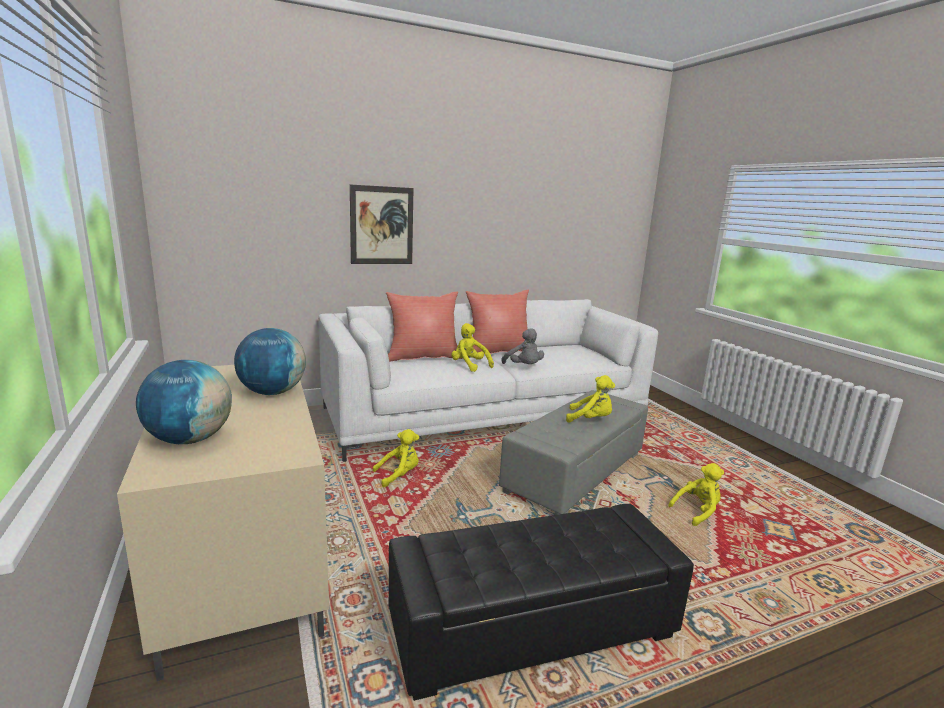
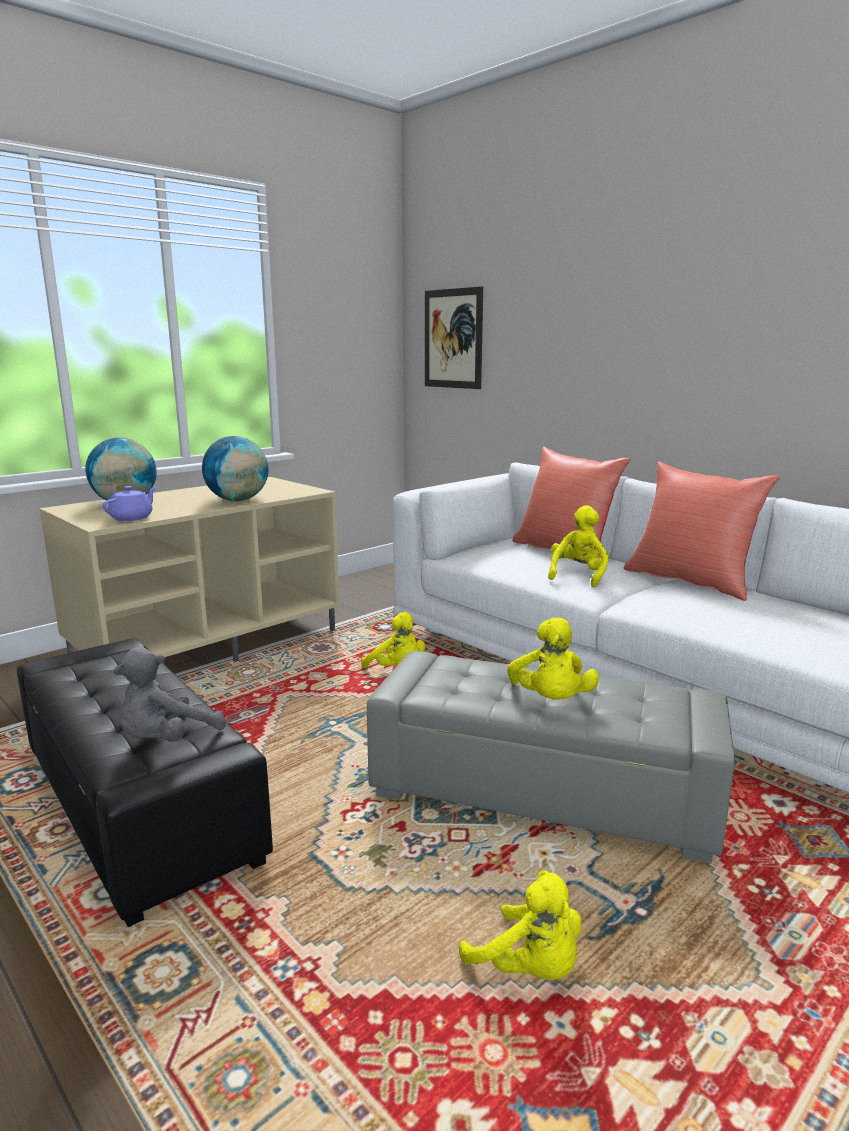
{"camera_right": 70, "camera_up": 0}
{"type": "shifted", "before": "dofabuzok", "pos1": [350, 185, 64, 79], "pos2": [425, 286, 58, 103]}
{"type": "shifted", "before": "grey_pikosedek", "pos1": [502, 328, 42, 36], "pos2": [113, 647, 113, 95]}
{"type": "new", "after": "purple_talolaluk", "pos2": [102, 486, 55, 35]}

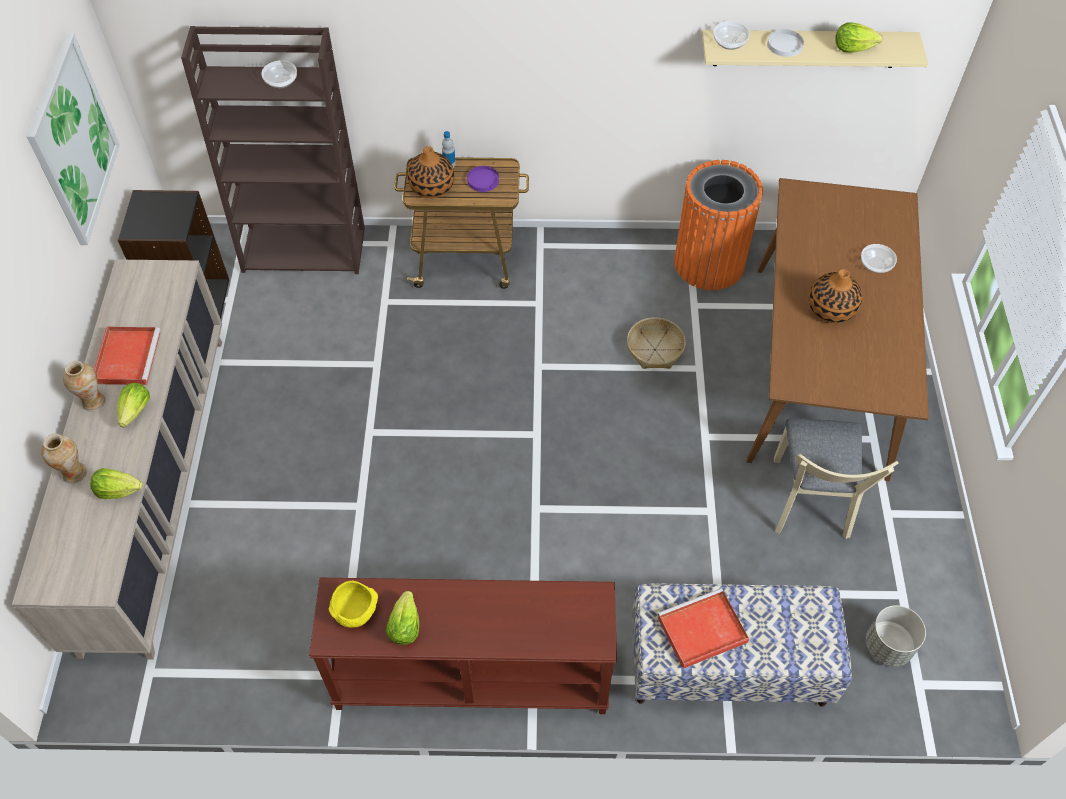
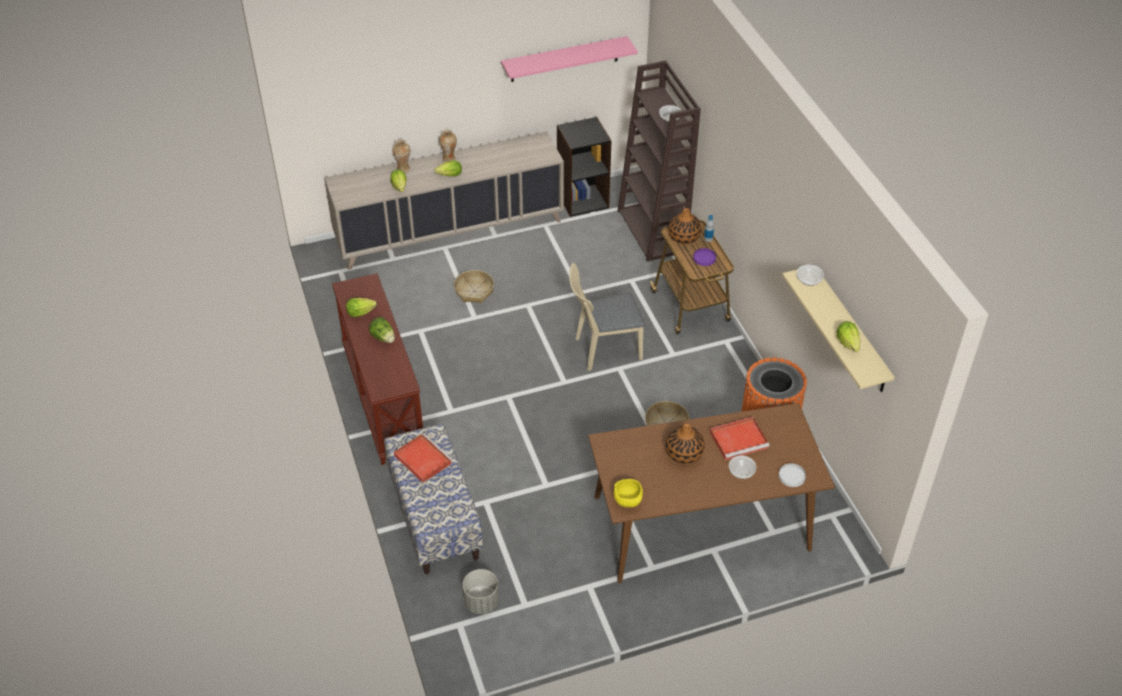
{"camera_right": 70, "camera_up": -10}
{"type": "swapped", "before": "dofabuzok", "after": "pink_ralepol", "pos1": [26, 33, 94, 212], "pos2": [501, 36, 137, 46]}
{"type": "shifted", "before": "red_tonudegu", "pos1": [94, 327, 66, 58], "pos2": [710, 417, 60, 43]}
{"type": "shifted", "before": "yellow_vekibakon", "pos1": [329, 581, 49, 47], "pos2": [613, 479, 30, 28]}
{"type": "shifted", "before": "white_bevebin", "pos1": [767, 29, 37, 28], "pos2": [779, 463, 27, 24]}
{"type": "shifted", "before": "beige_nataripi", "pos1": [774, 418, 124, 121], "pos2": [570, 263, 75, 108]}
{"type": "new", "after": "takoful", "pos2": [369, 317, 26, 26]}
{"type": "new", "after": "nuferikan", "pos2": [454, 270, 40, 33]}

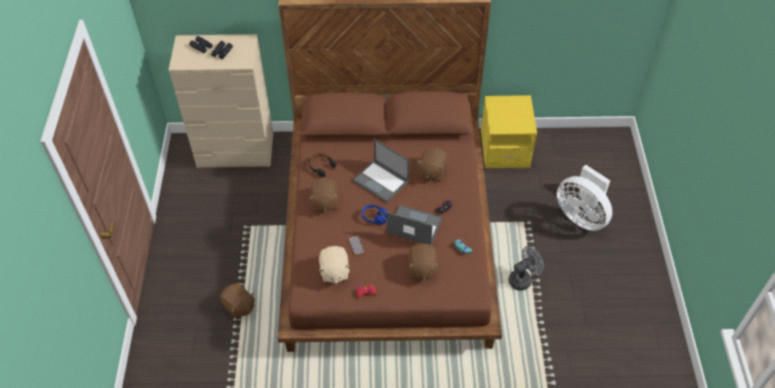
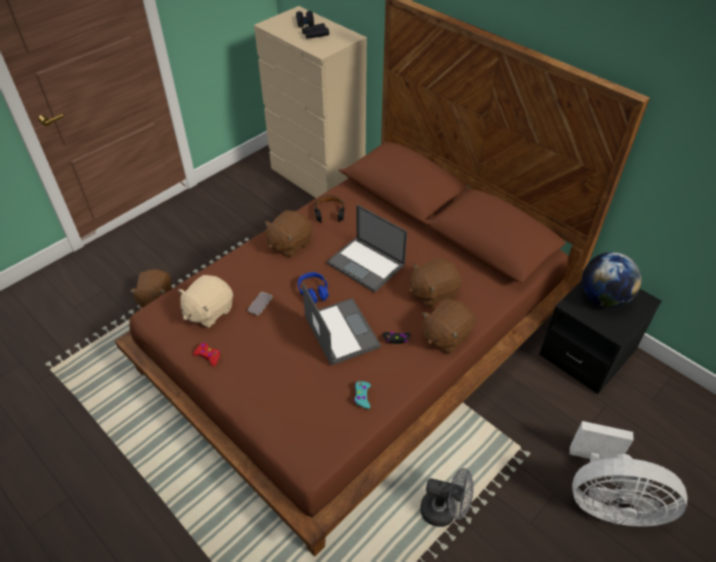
{"camera_right": 45, "camera_up": -5}
{"type": "rotated", "before": "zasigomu", "pos1": [353, 139, 56, 64], "pos2": [327, 205, 80, 88], "turn": -45}
{"type": "shifted", "before": "brown_pikosedek", "pos1": [408, 243, 32, 38], "pos2": [422, 299, 53, 55]}
{"type": "repainted", "before": "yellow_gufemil", "after": "black_gufemil", "pos1": [481, 95, 56, 73], "pos2": [539, 281, 123, 113]}
{"type": "rotated", "before": "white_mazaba", "pos1": [557, 165, 55, 66], "pos2": [570, 421, 118, 106], "turn": -75}
{"type": "new", "after": "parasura", "pos2": [582, 252, 59, 56]}

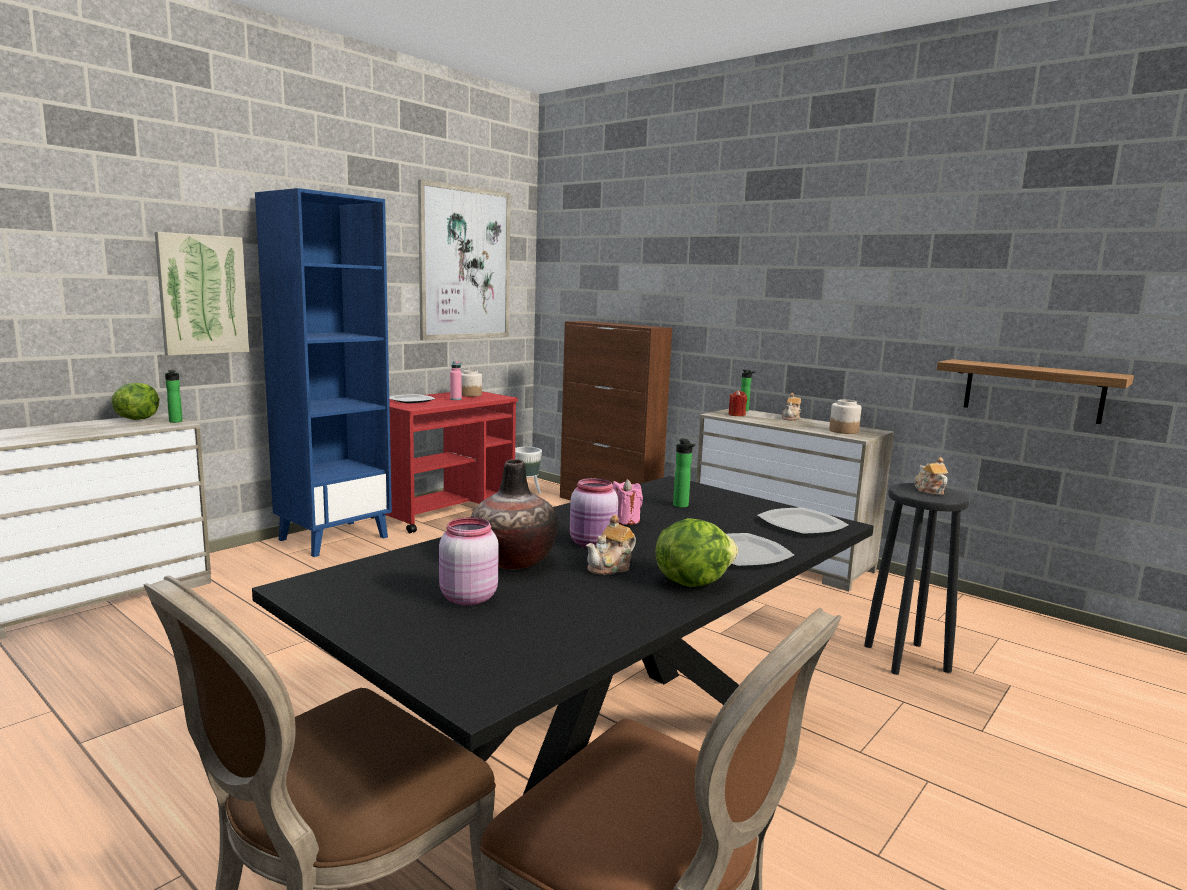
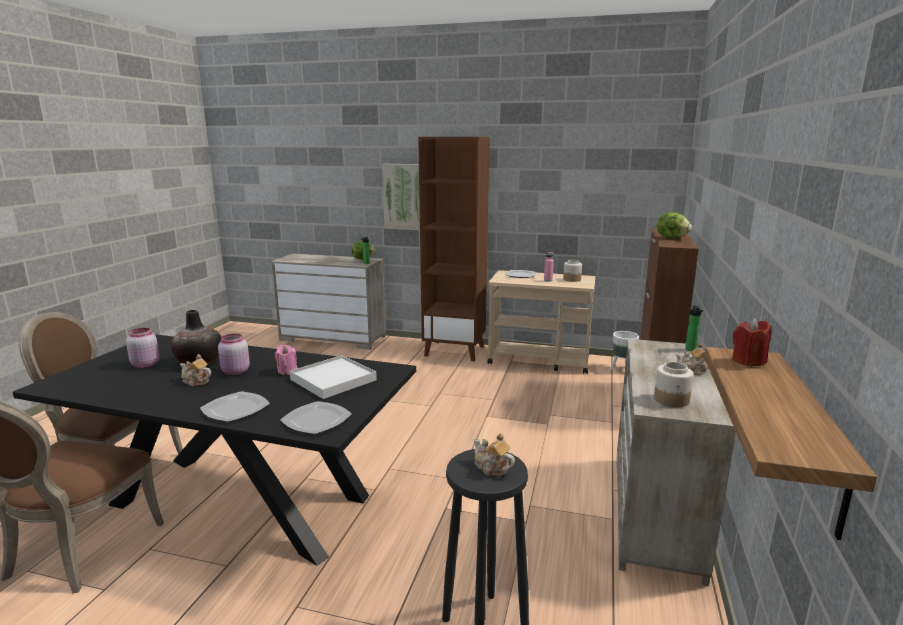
{"camera_right": 65, "camera_up": 5}
{"type": "repainted", "before": "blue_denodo", "after": "brown_denodo", "pos1": [255, 188, 137, 369], "pos2": [418, 137, 71, 224]}
{"type": "repainted", "before": "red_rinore", "after": "beige_rinore", "pos1": [371, 391, 147, 142], "pos2": [487, 270, 109, 104]}
{"type": "gone", "before": "dofabuzok", "pos1": [418, 179, 92, 161]}
{"type": "shifted", "before": "takoful", "pos1": [656, 518, 82, 69], "pos2": [657, 212, 35, 27]}
{"type": "swapped", "before": "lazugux", "after": "white_tonudegu", "pos1": [673, 438, 22, 70], "pos2": [290, 355, 87, 44]}
{"type": "shifted", "before": "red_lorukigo", "pos1": [728, 390, 19, 26], "pos2": [732, 318, 40, 48]}
{"type": "rotated", "before": "talolaluk", "pos1": [915, 457, 33, 38], "pos2": [474, 433, 41, 43], "turn": -105}

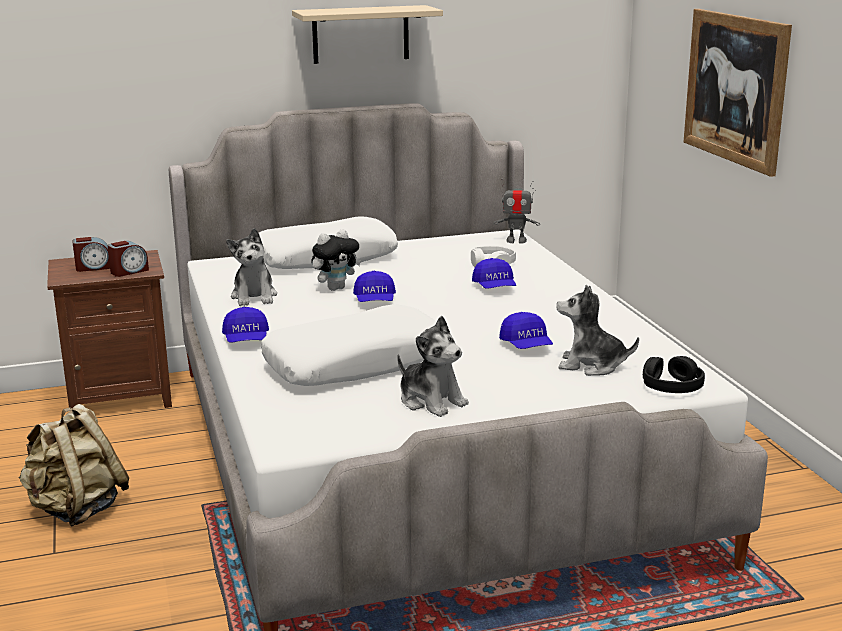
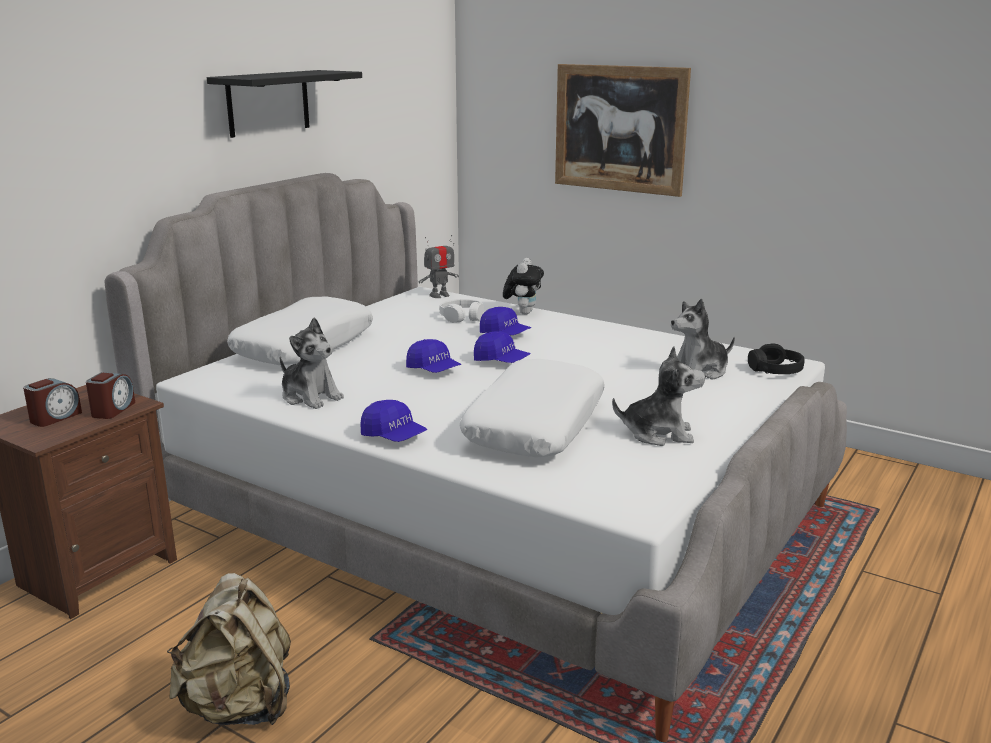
{"camera_right": -40, "camera_up": 0}
{"type": "repainted", "before": "beige_ralepol", "after": "black_ralepol", "pos1": [292, 5, 151, 59], "pos2": [207, 70, 155, 68]}
{"type": "shifted", "before": "pikosedek", "pos1": [311, 229, 50, 62], "pos2": [503, 258, 41, 57]}
{"type": "shifted", "before": "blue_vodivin", "pos1": [499, 312, 54, 37], "pos2": [474, 331, 57, 32]}

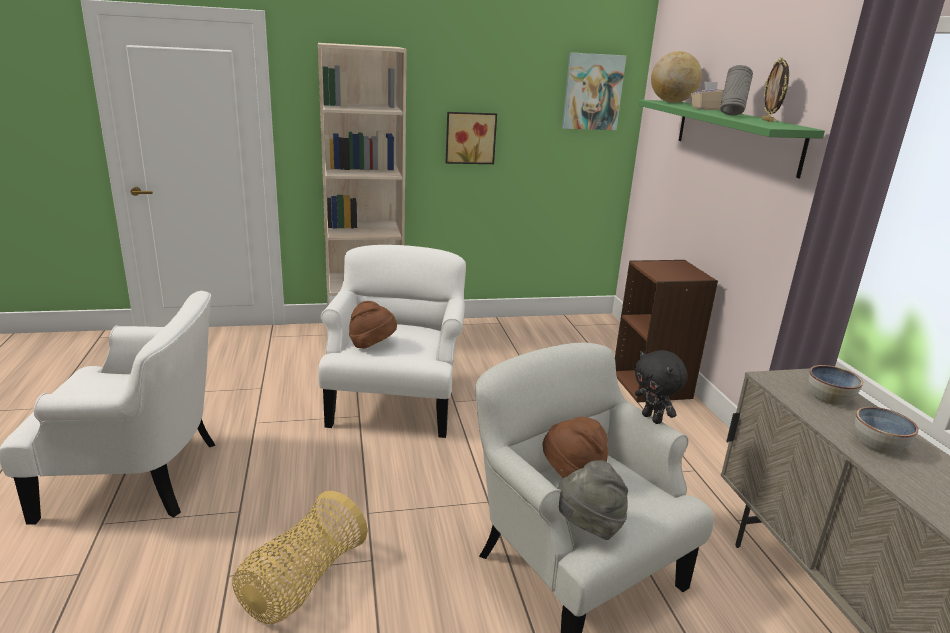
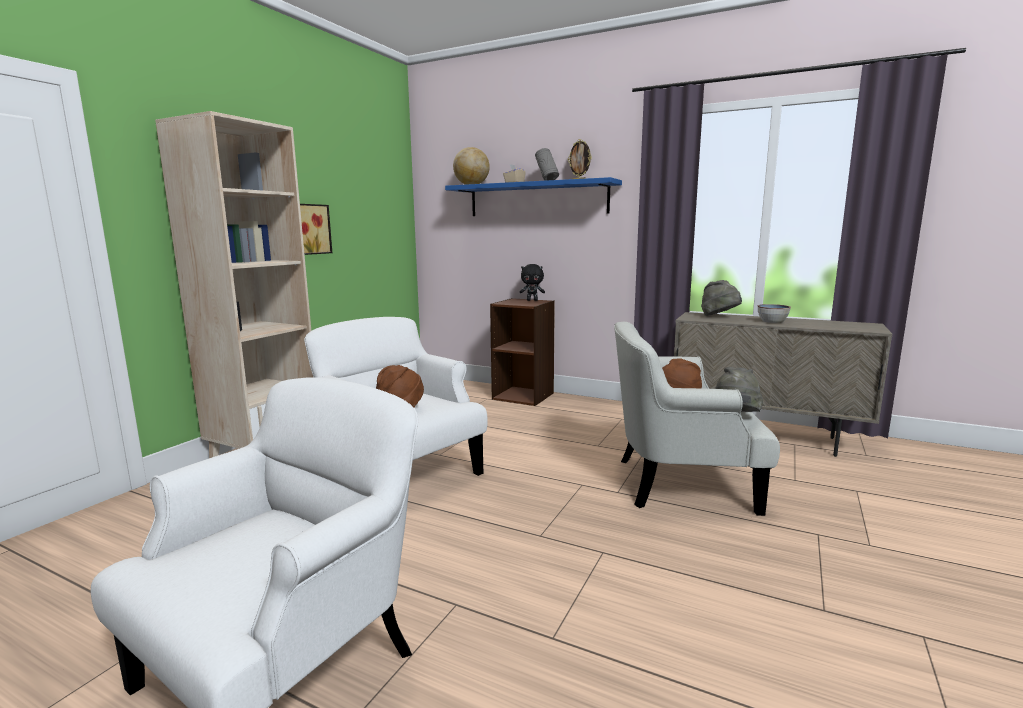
{"camera_right": -50, "camera_up": -10}
{"type": "gone", "before": "nuferikan", "pos1": [232, 491, 136, 133]}
{"type": "gone", "before": "dofabuzok", "pos1": [562, 52, 64, 78]}
{"type": "shifted", "before": "black_pikosedek", "pos1": [635, 350, 53, 74], "pos2": [520, 264, 25, 37]}
{"type": "repainted", "before": "green_ralepol", "after": "blue_ralepol", "pos1": [638, 100, 187, 78], "pos2": [445, 177, 177, 39]}
{"type": "swapped", "before": "vekibakon", "after": "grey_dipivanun", "pos1": [808, 365, 55, 40], "pos2": [701, 280, 41, 36]}

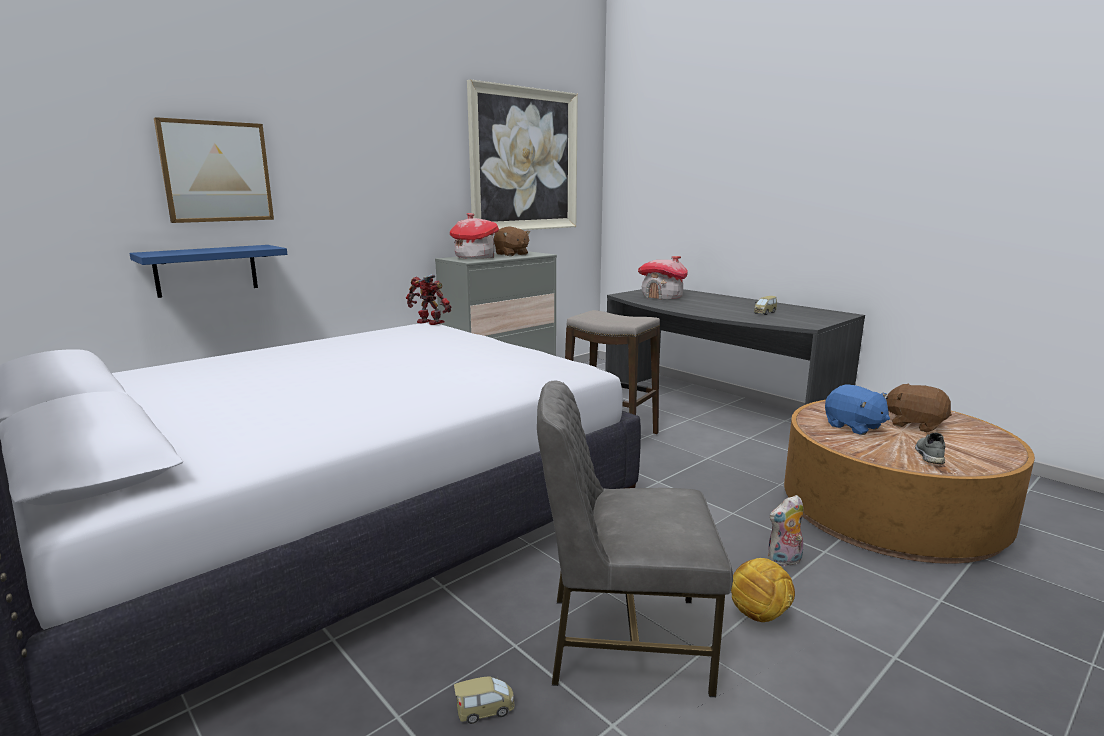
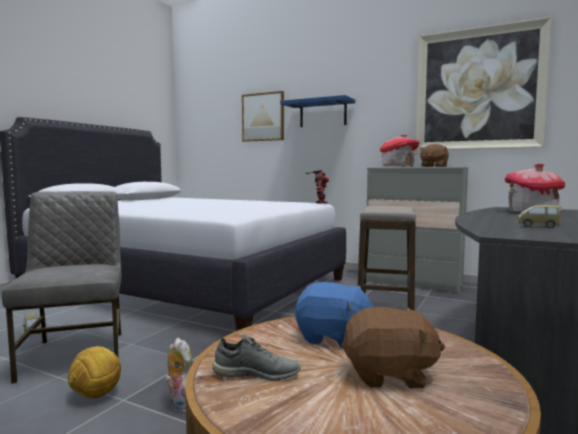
{"camera_right": 70, "camera_up": -10}
{"type": "shifted", "before": "blue_ralepol", "pos1": [129, 245, 158, 53], "pos2": [280, 95, 75, 32]}
{"type": "rotated", "before": "blue_pikosedek", "pos1": [825, 385, 65, 50], "pos2": [295, 282, 78, 65], "turn": -105}
{"type": "rotated", "before": "brown_pikosedek", "pos1": [885, 383, 67, 49], "pos2": [341, 307, 104, 81], "turn": 75}

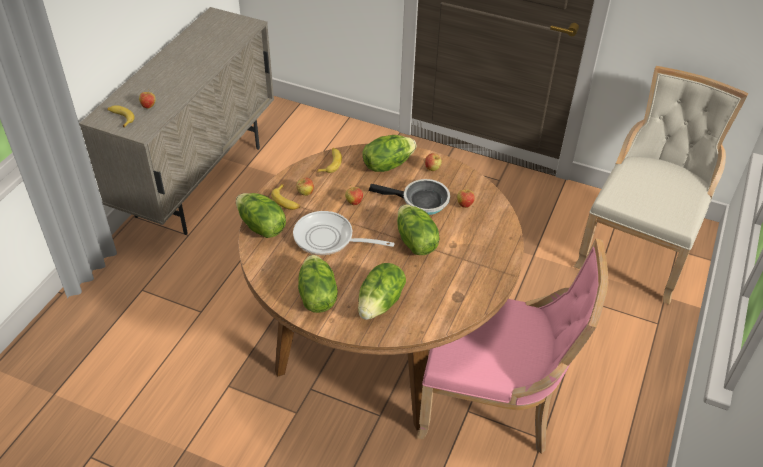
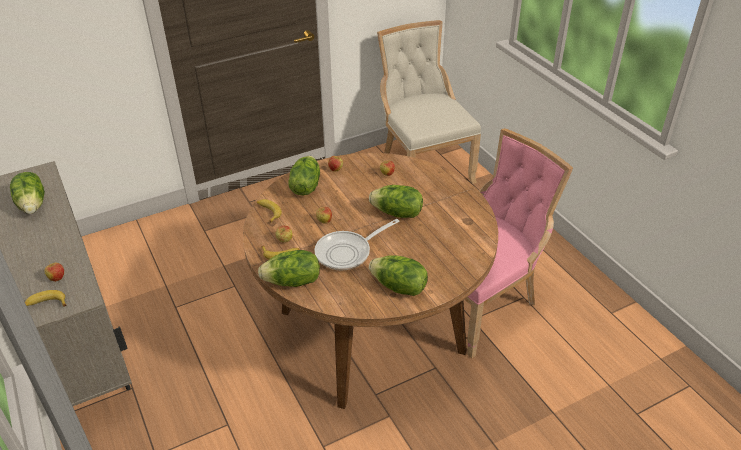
{"camera_right": -50, "camera_up": -5}
{"type": "shifted", "before": "takoful", "pos1": [358, 263, 48, 57], "pos2": [10, 172, 35, 42]}
{"type": "gone", "before": "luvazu", "pos1": [369, 179, 81, 36]}

